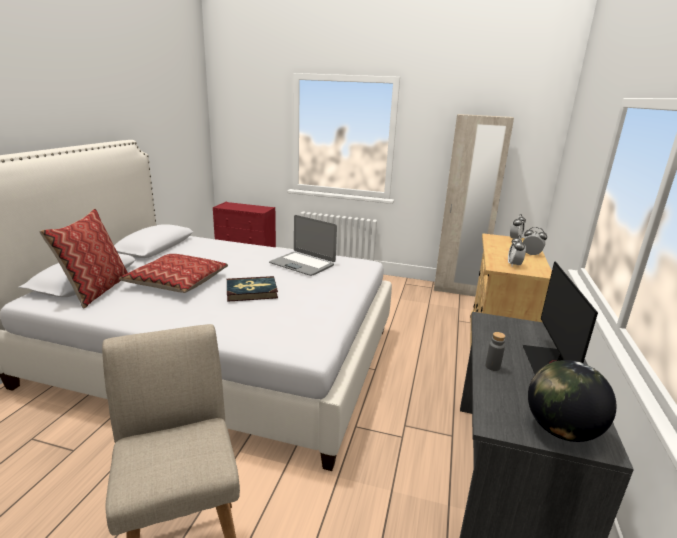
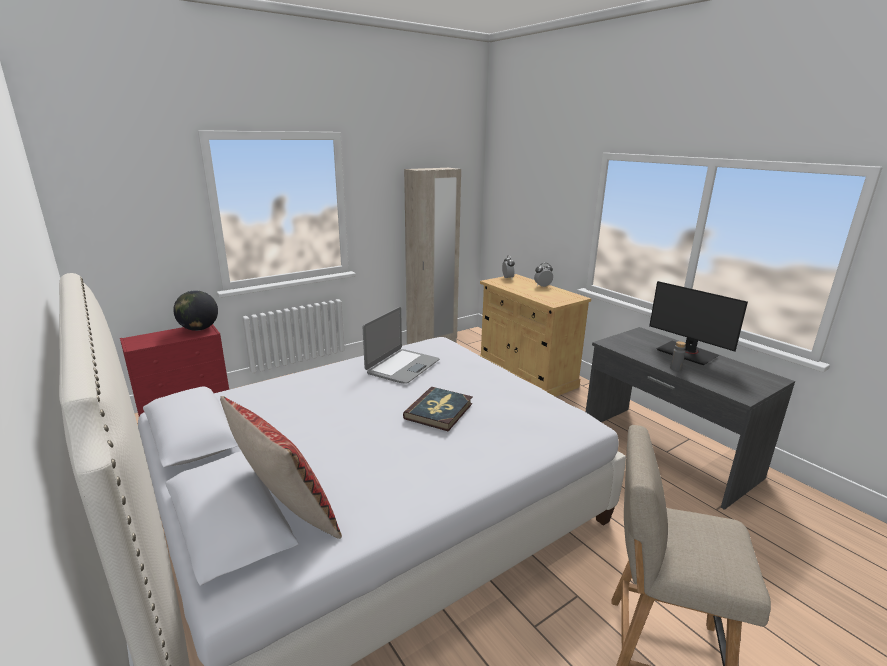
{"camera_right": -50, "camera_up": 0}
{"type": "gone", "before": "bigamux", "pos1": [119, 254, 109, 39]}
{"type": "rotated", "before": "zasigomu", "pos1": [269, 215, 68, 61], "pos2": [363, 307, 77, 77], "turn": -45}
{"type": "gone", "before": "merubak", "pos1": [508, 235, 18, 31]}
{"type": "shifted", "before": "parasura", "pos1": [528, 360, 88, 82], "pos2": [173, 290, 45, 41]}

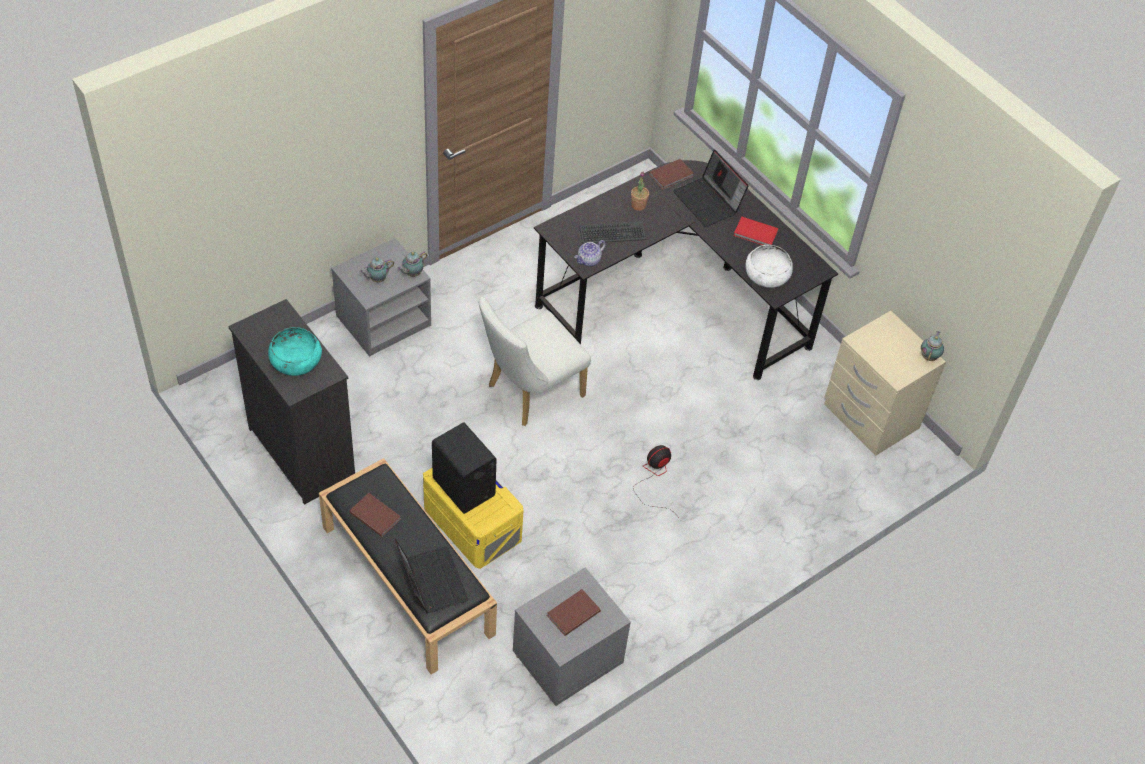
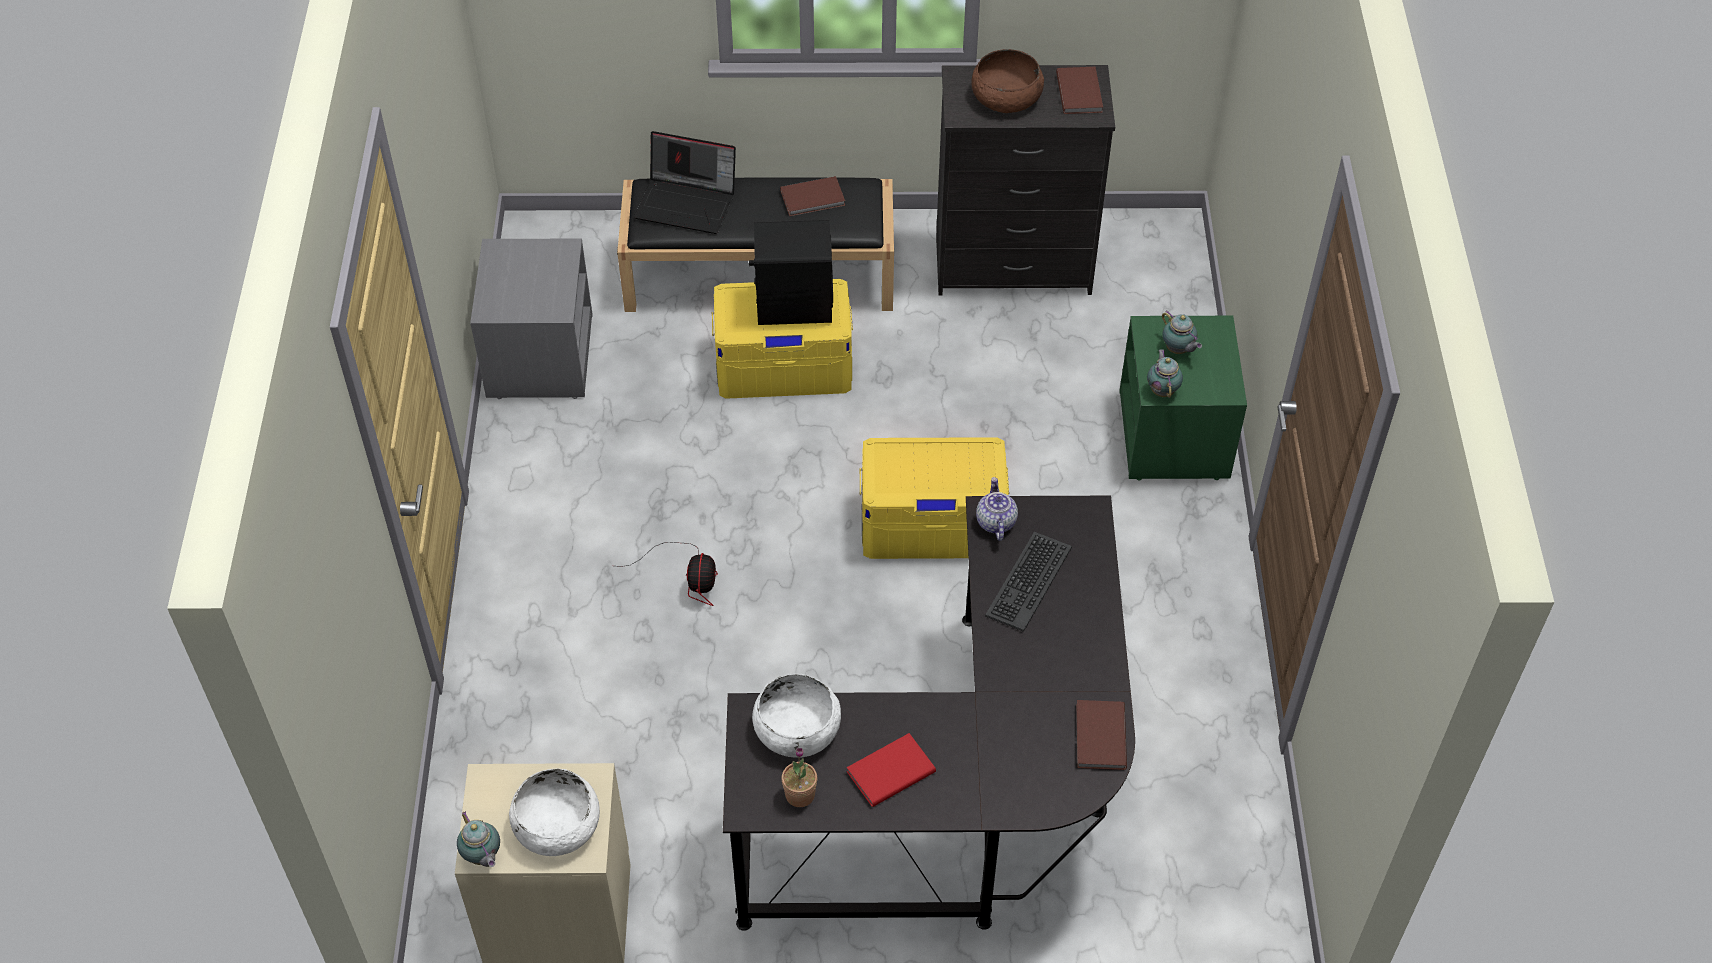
{"camera_right": 130, "camera_up": 0}
{"type": "repainted", "before": "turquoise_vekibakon", "after": "brown_vekibakon", "pos1": [268, 327, 54, 49], "pos2": [971, 49, 73, 64]}
{"type": "repainted", "before": "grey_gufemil", "after": "green_gufemil", "pos1": [331, 238, 100, 119], "pos2": [1119, 316, 128, 165]}
{"type": "rotated", "before": "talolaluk", "pos1": [360, 257, 34, 25], "pos2": [1162, 310, 40, 44], "turn": 135}
{"type": "swapped", "before": "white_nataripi", "after": "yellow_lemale", "pos1": [478, 297, 113, 129], "pos2": [859, 437, 150, 122]}
{"type": "shifted", "before": "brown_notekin", "pos1": [547, 589, 54, 47], "pos2": [1056, 67, 47, 47]}
{"type": "shifted", "before": "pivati", "pos1": [631, 172, 18, 39], "pos2": [781, 748, 36, 59]}
{"type": "gone", "before": "zasigomu", "pos1": [673, 149, 76, 78]}
{"type": "new", "after": "white_vekibakon", "pos2": [509, 769, 91, 87]}

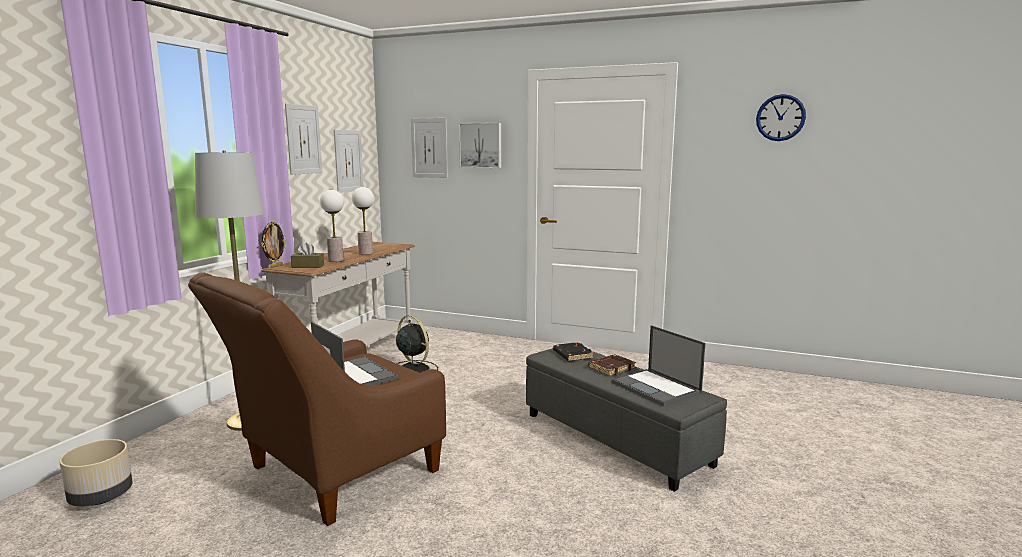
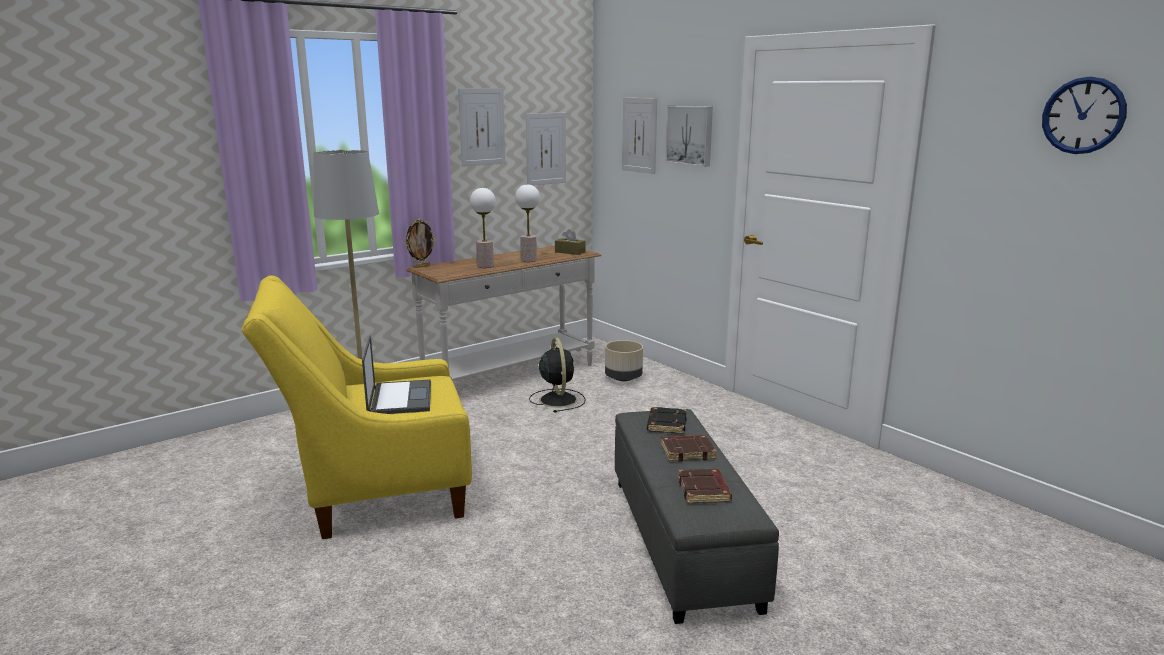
{"camera_right": 30, "camera_up": 5}
{"type": "shifted", "before": "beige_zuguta", "pos1": [59, 439, 74, 67], "pos2": [605, 340, 38, 41]}
{"type": "repainted", "before": "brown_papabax", "after": "yellow_papabax", "pos1": [188, 273, 258, 253], "pos2": [242, 275, 230, 264]}
{"type": "shifted", "before": "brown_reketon", "pos1": [291, 243, 33, 25], "pos2": [555, 229, 31, 26]}
{"type": "swapped", "before": "zasigomu", "after": "brown_notekin", "pos1": [612, 325, 94, 81], "pos2": [678, 469, 54, 35]}

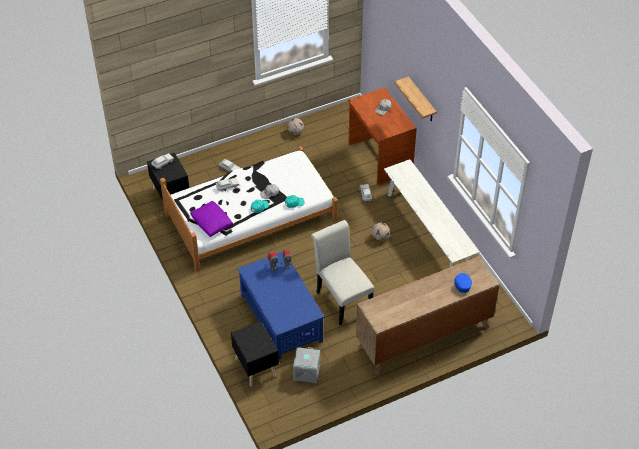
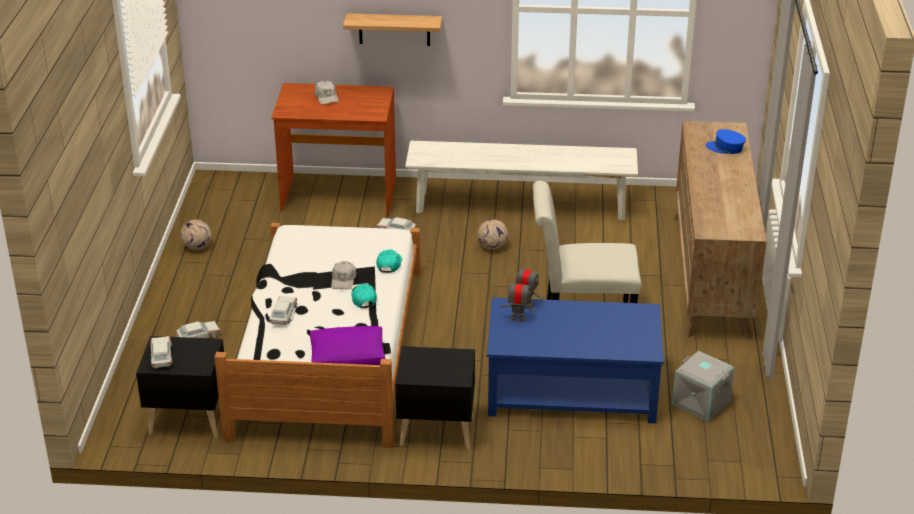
{"camera_right": -60, "camera_up": -15}
{"type": "shifted", "before": "black_gufemil", "pos1": [231, 321, 48, 66], "pos2": [395, 346, 80, 103]}

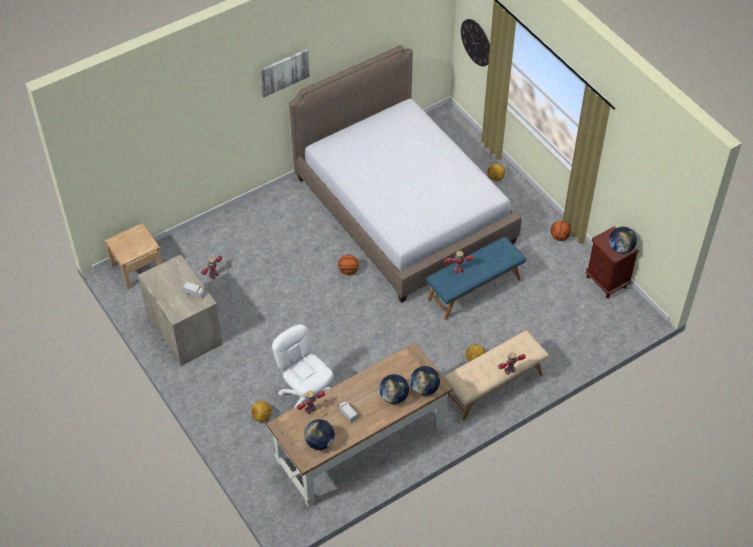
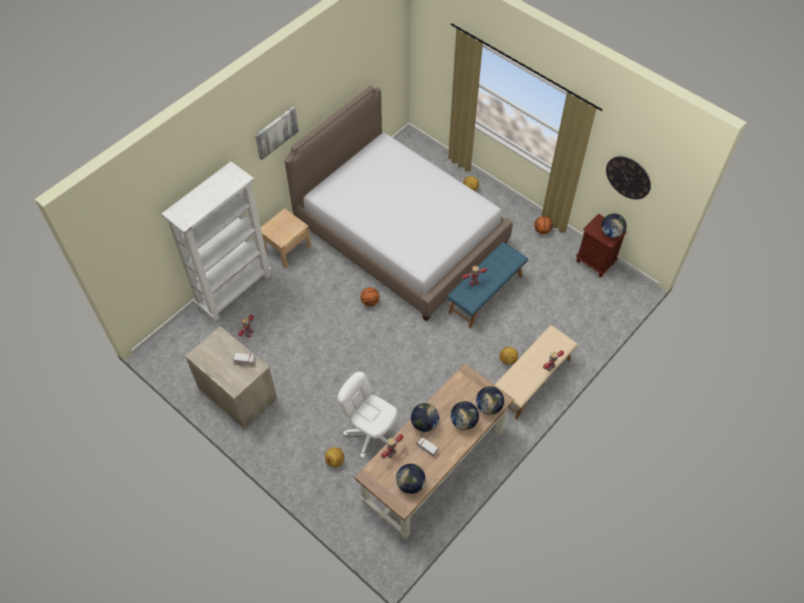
{"camera_right": -15, "camera_up": 5}
{"type": "shifted", "before": "beige_gufemil", "pos1": [105, 223, 58, 66], "pos2": [261, 208, 50, 61]}
{"type": "shifted", "before": "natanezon", "pos1": [461, 19, 29, 47], "pos2": [606, 156, 45, 44]}
{"type": "new", "after": "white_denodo", "pos2": [161, 162, 110, 160]}
{"type": "new", "after": "parasura", "pos2": [411, 403, 28, 29]}

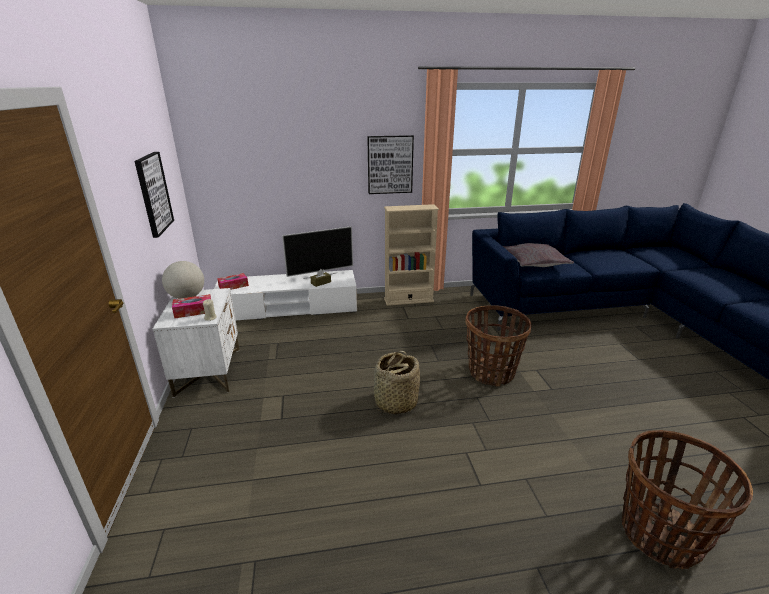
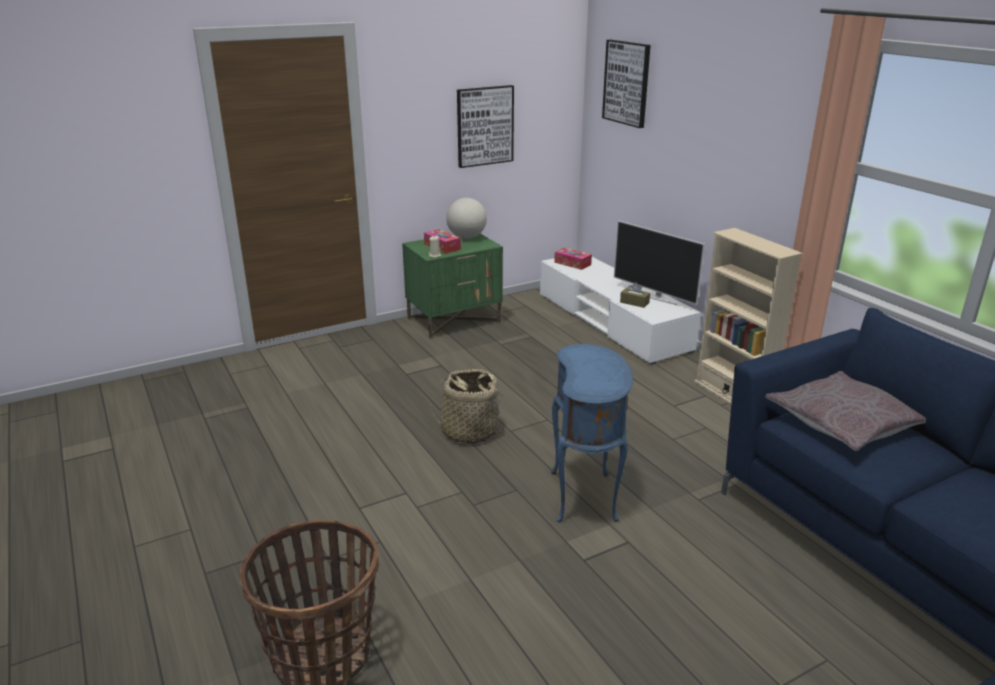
{"camera_right": 70, "camera_up": 0}
{"type": "repainted", "before": "white_gufemil", "after": "green_gufemil", "pos1": [153, 288, 86, 110], "pos2": [402, 234, 101, 105]}
{"type": "shifted", "before": "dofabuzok", "pos1": [367, 135, 47, 59], "pos2": [602, 40, 49, 88]}
{"type": "swapped", "before": "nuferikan", "after": "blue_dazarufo", "pos1": [465, 305, 67, 82], "pos2": [551, 344, 82, 178]}

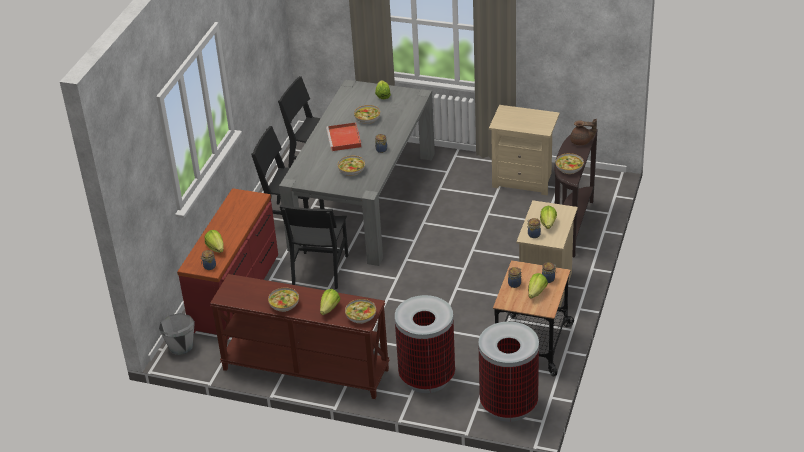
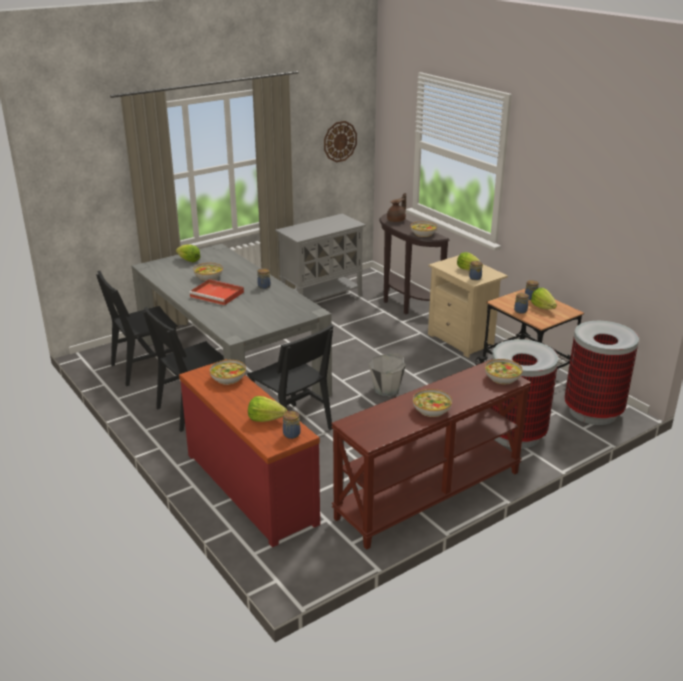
{"camera_right": -55, "camera_up": -10}
{"type": "shifted", "before": "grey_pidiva", "pos1": [159, 313, 36, 42], "pos2": [369, 353, 37, 43]}
{"type": "gone", "before": "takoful", "pos1": [320, 289, 20, 26]}
{"type": "shifted", "before": "vekibakon", "pos1": [338, 156, 27, 20], "pos2": [210, 360, 36, 25]}
{"type": "swapped", "before": "beige_gufemil", "after": "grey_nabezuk", "pos1": [489, 105, 71, 90], "pos2": [275, 214, 91, 87]}
{"type": "new", "after": "natanezon", "pos2": [324, 121, 33, 41]}

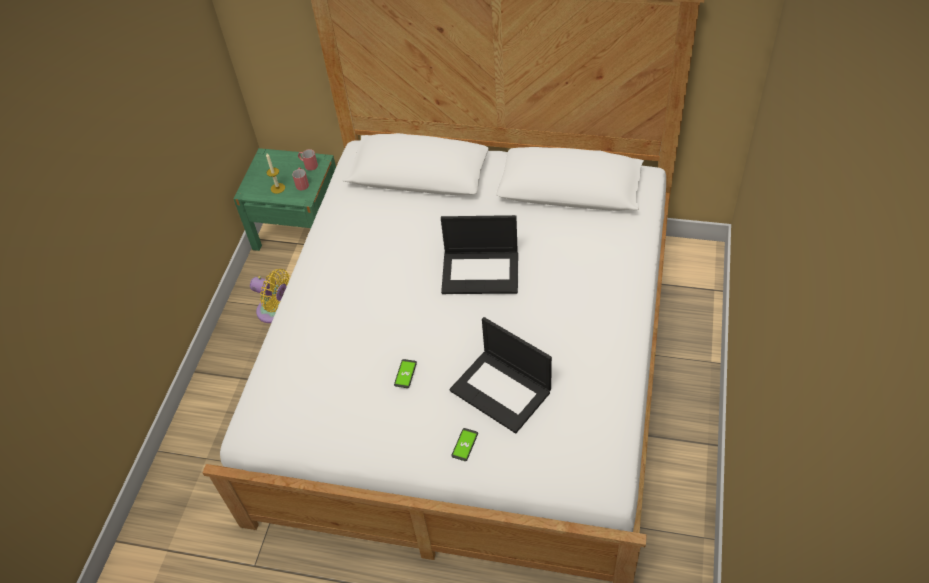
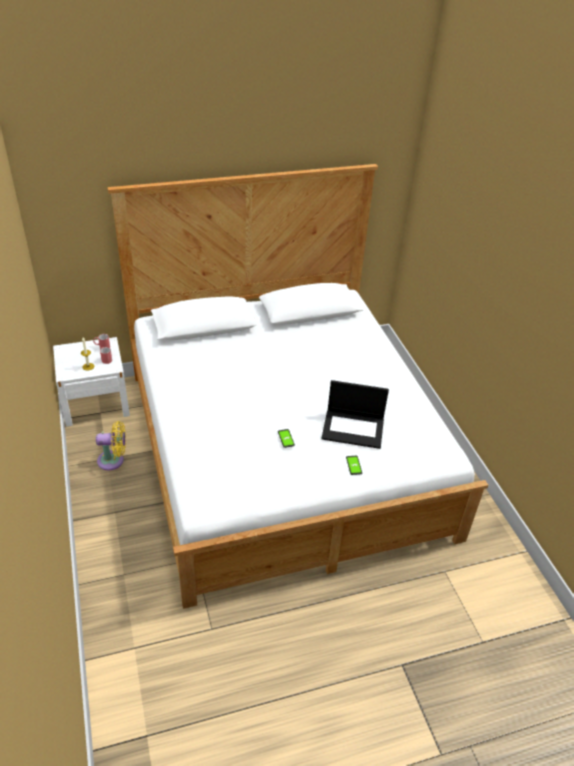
{"camera_right": -35, "camera_up": -10}
{"type": "repainted", "before": "green_gufemil", "after": "white_gufemil", "pos1": [234, 148, 102, 103], "pos2": [53, 337, 77, 90]}
{"type": "gone", "before": "zasigomu", "pos1": [441, 215, 77, 79]}

